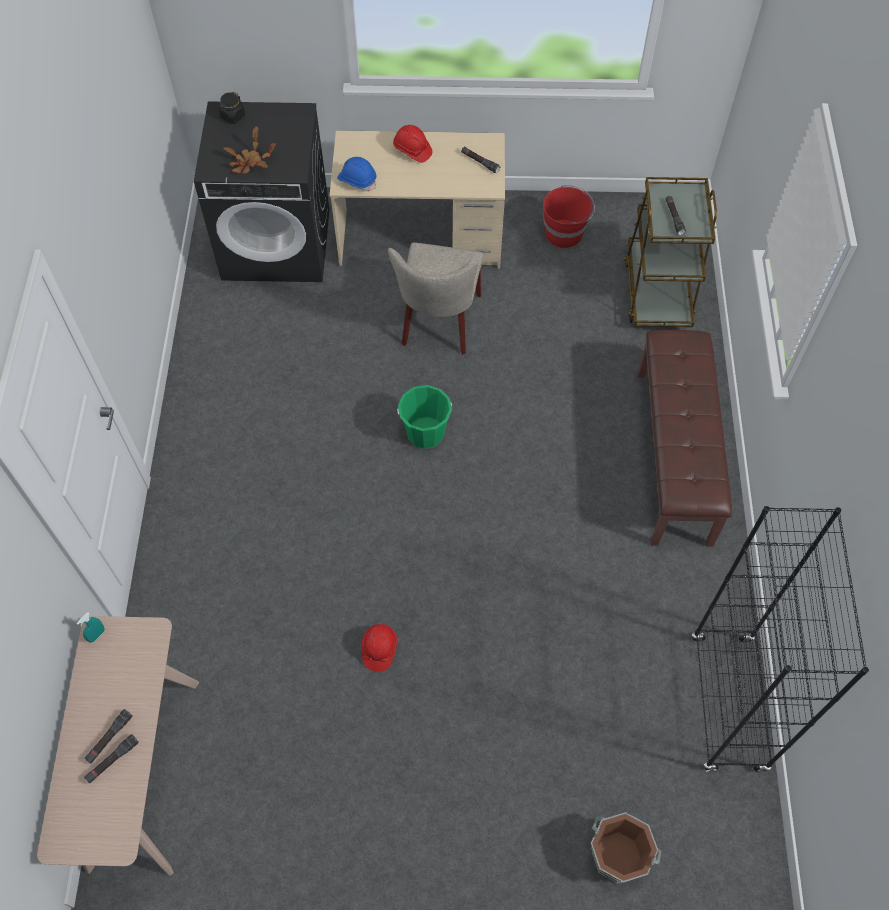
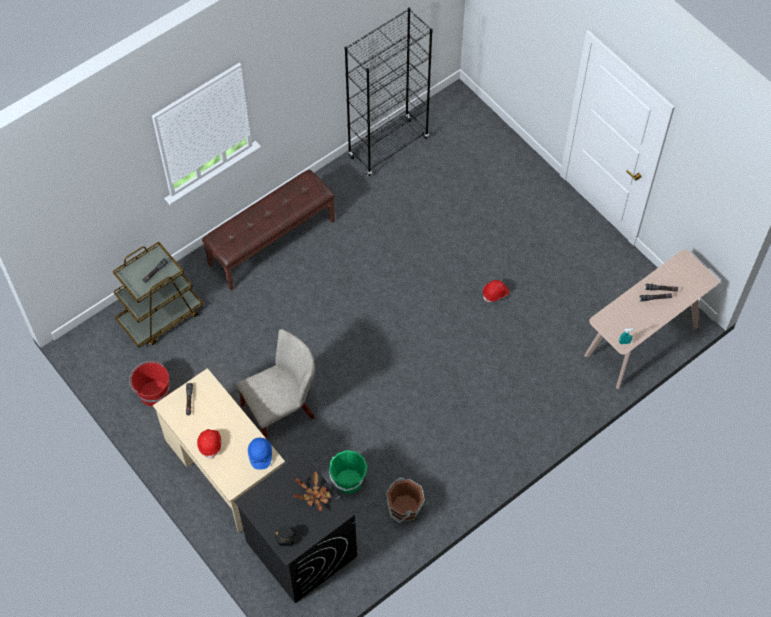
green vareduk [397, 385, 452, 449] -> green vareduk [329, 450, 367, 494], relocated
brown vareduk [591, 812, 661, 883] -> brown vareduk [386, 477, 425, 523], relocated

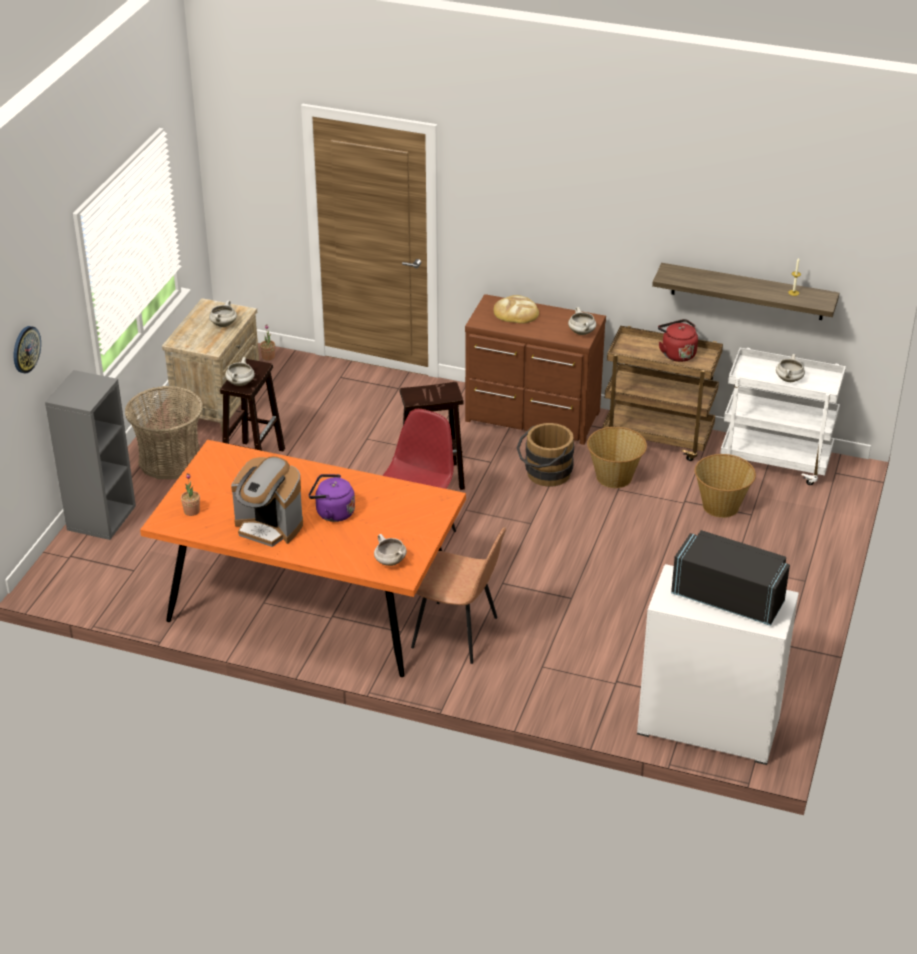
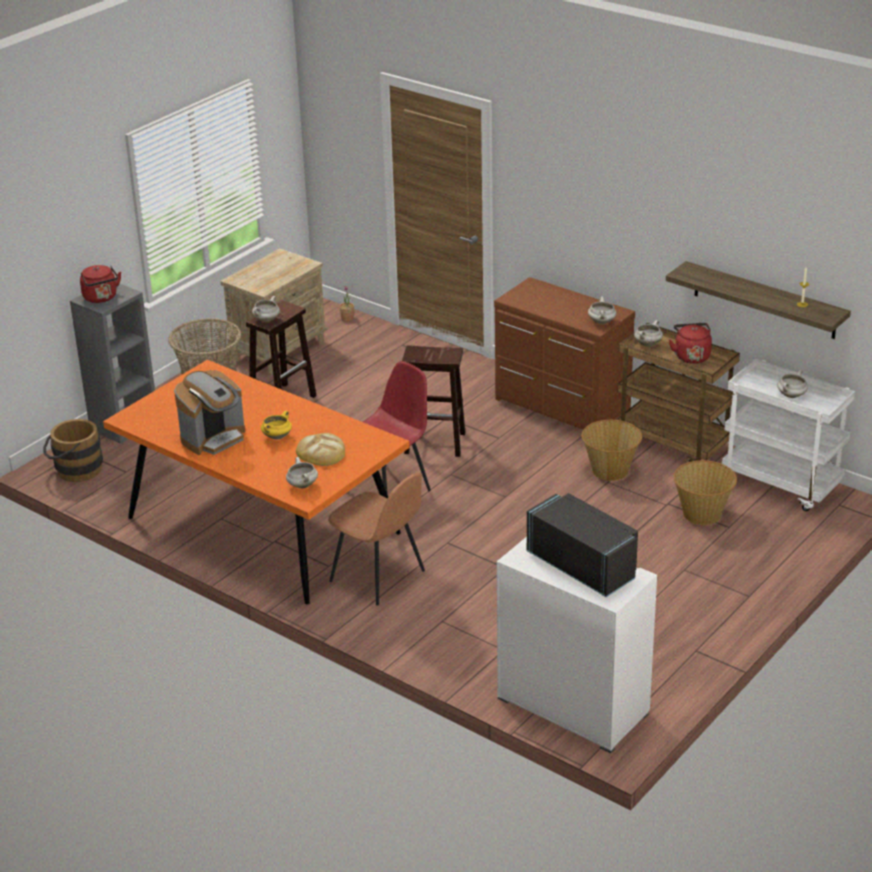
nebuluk [14, 326, 41, 373] -> none
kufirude [181, 474, 200, 516] -> none
none -> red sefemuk [80, 265, 121, 303]
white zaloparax [209, 300, 237, 327] -> white zaloparax [634, 320, 663, 346], relocated
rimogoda [494, 295, 539, 324] -> rimogoda [296, 433, 345, 466], relocated
brown vareduk [517, 423, 574, 487] -> brown vareduk [43, 419, 103, 482], relocated
purple sefemuk [309, 474, 355, 522] -> yellow zaloparax [261, 410, 292, 440]
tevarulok [231, 456, 303, 547] -> tevarulok [174, 370, 245, 455], 90 degrees counterclockwise

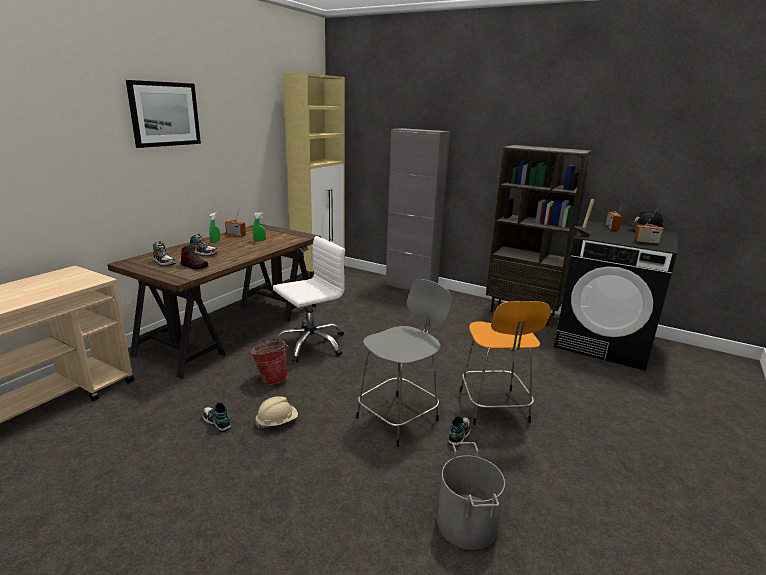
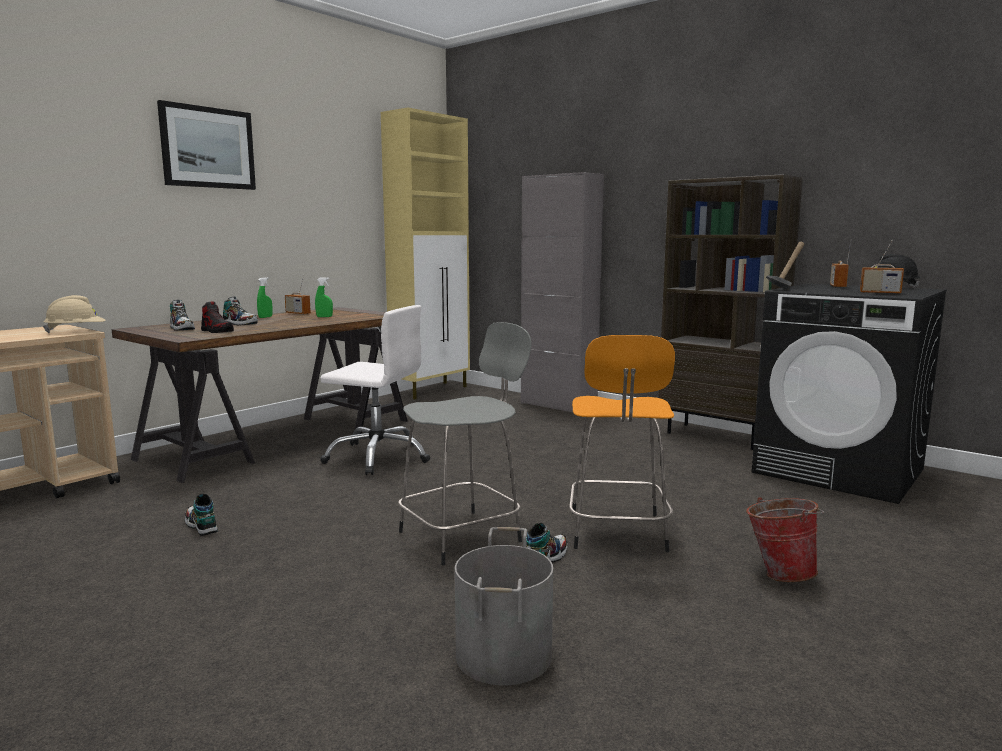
vareduk [250, 340, 289, 385] -> vareduk [746, 497, 824, 582], relocated
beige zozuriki [256, 396, 298, 428] -> beige zozuriki [43, 295, 106, 333], relocated
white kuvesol [273, 236, 345, 362] -> white kuvesol [320, 305, 430, 475], 45 degrees clockwise

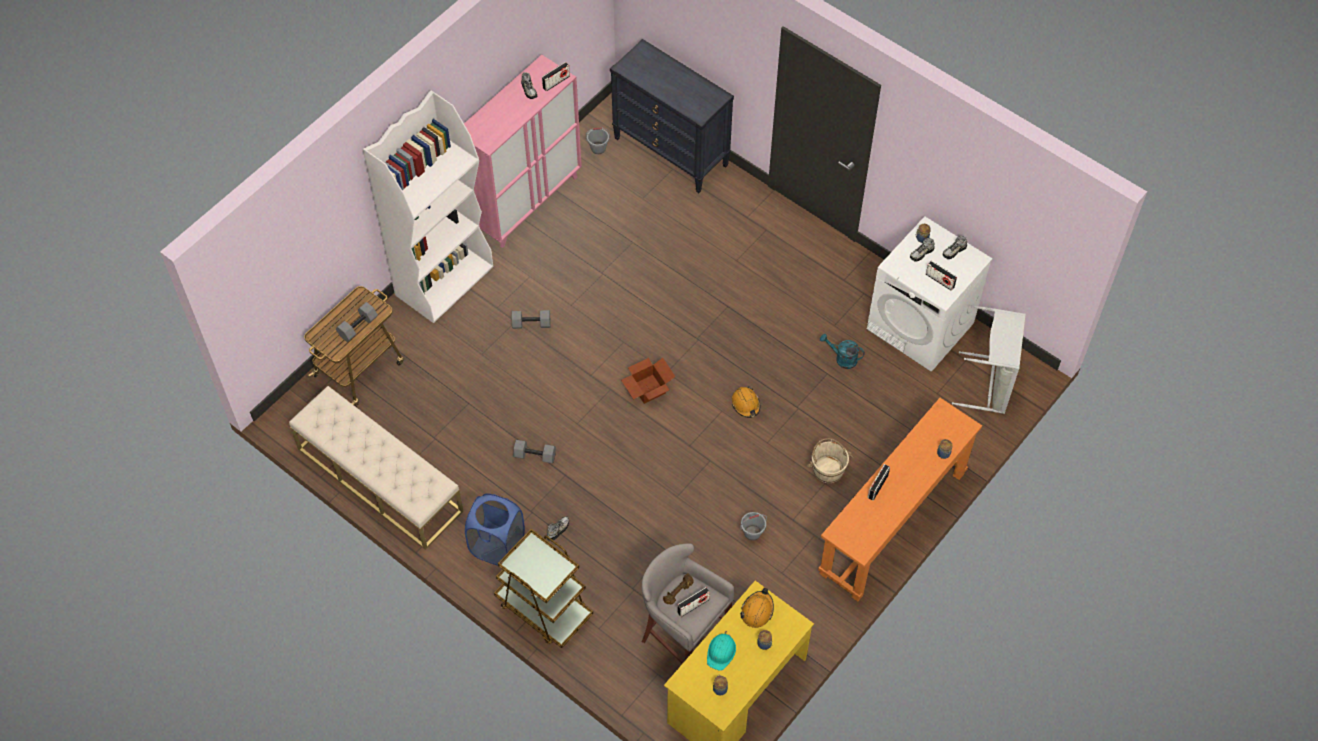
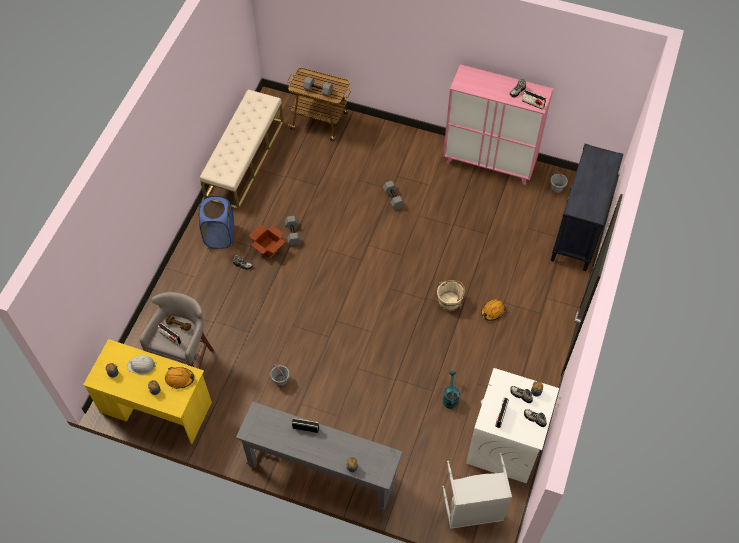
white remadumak [363, 90, 494, 323] -> none
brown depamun [494, 529, 593, 648] -> none
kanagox [621, 358, 676, 404] -> kanagox [249, 225, 286, 258], relocated
orange zozuriki [732, 386, 760, 418] -> orange zozuriki [481, 299, 506, 321], relocated
beige vareduk [807, 438, 853, 483] -> beige vareduk [437, 280, 465, 311], relocated
turquoise zozuriki [707, 631, 736, 671] -> white zozuriki [127, 355, 157, 374]
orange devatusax [818, 398, 982, 601] -> grey devatusax [236, 401, 403, 512]

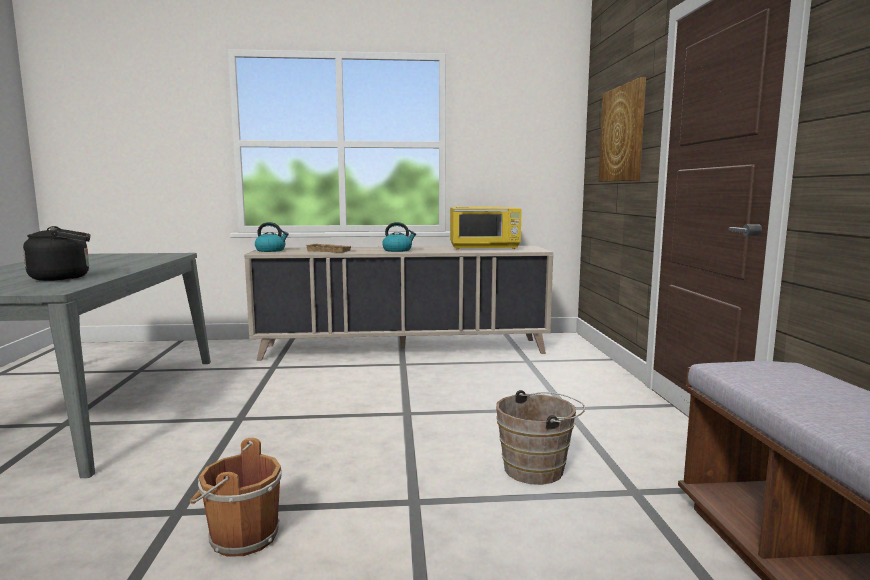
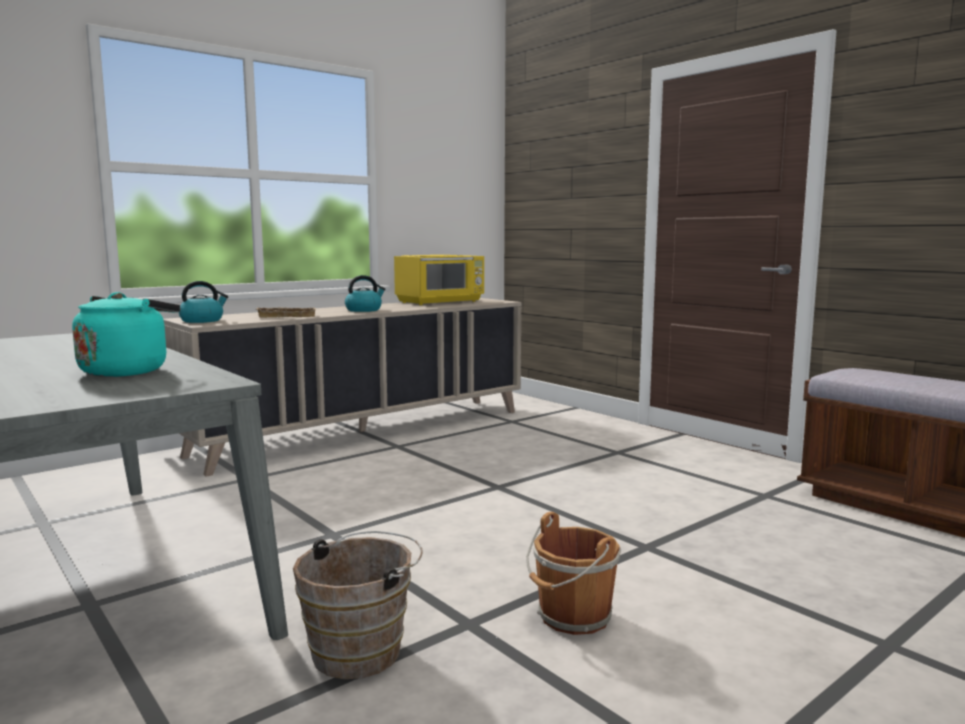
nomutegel [599, 77, 646, 182] -> none
brown vareduk [496, 390, 585, 485] -> brown vareduk [293, 531, 423, 679], relocated
black sefemuk [23, 226, 91, 281] -> turquoise sefemuk [72, 292, 180, 377]

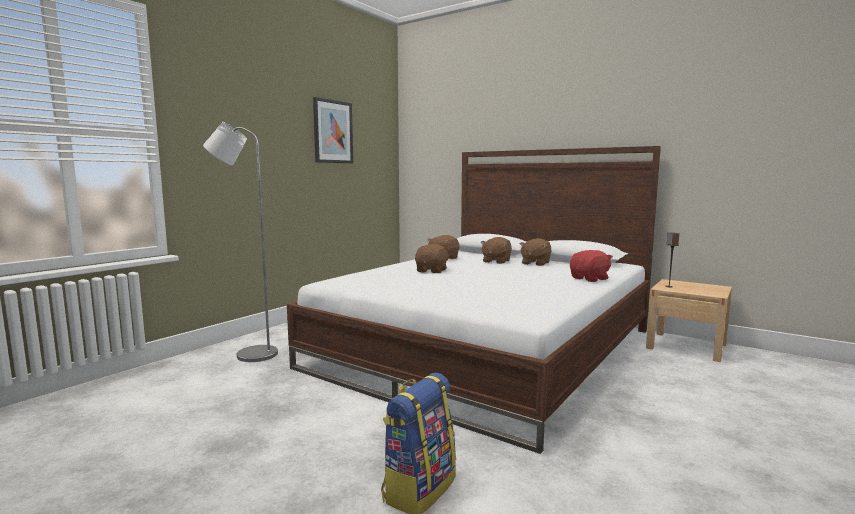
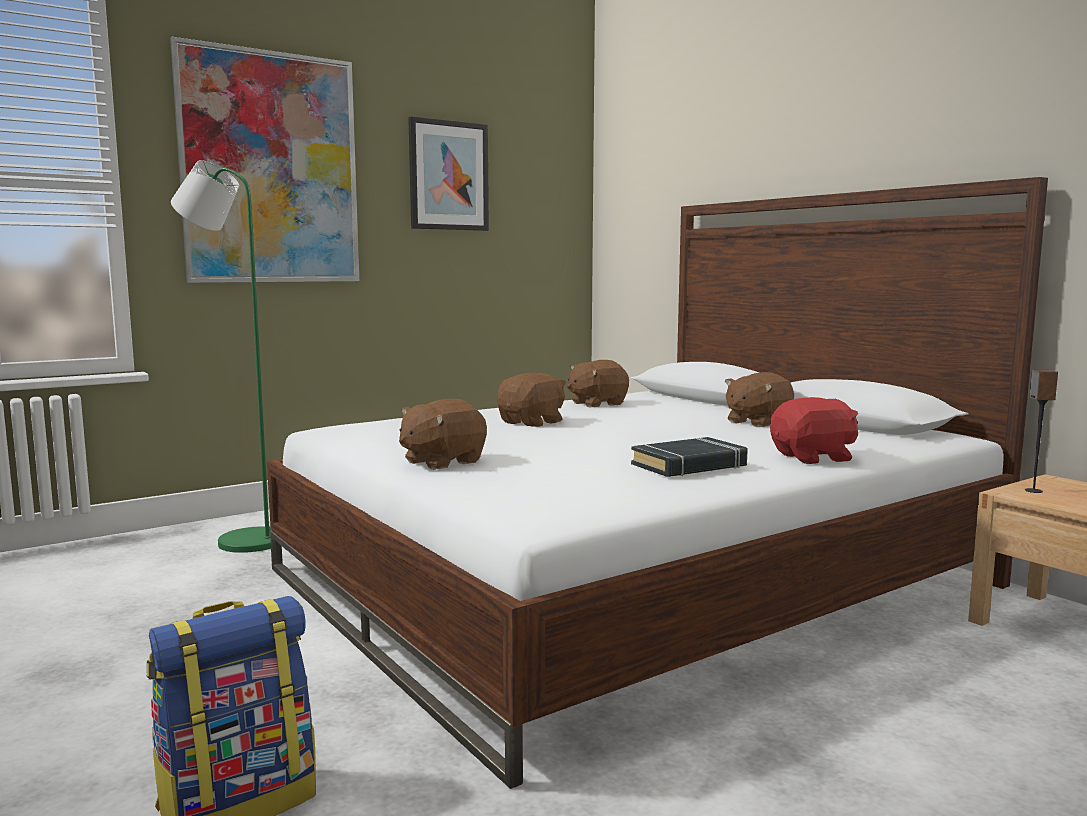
none -> nomutegel [170, 37, 359, 283]
none -> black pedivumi [631, 437, 748, 477]
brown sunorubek [481, 237, 512, 264] -> brown sunorubek [399, 399, 487, 470], relocated
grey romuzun [203, 122, 278, 362] -> green romuzun [171, 160, 271, 553]

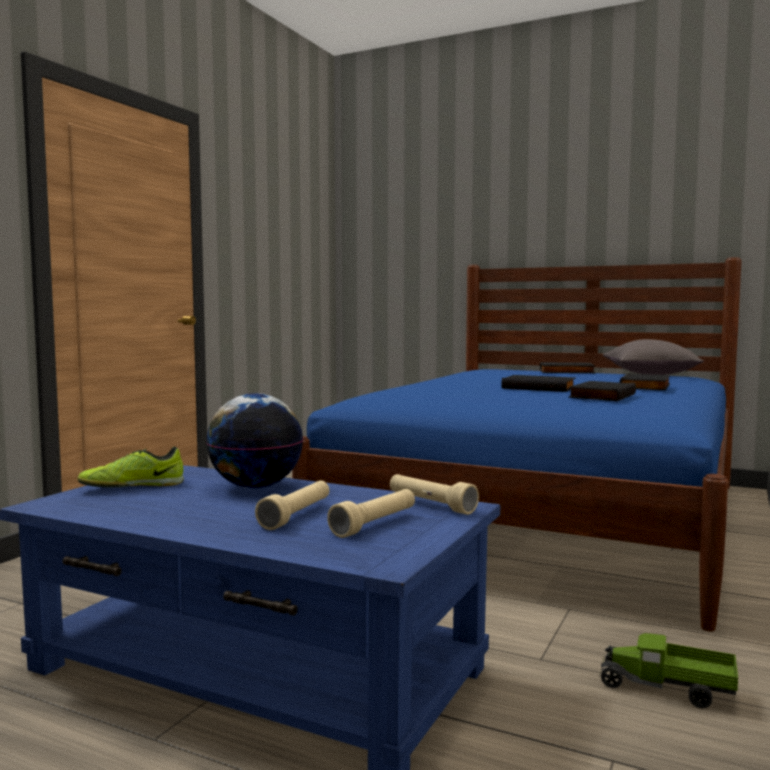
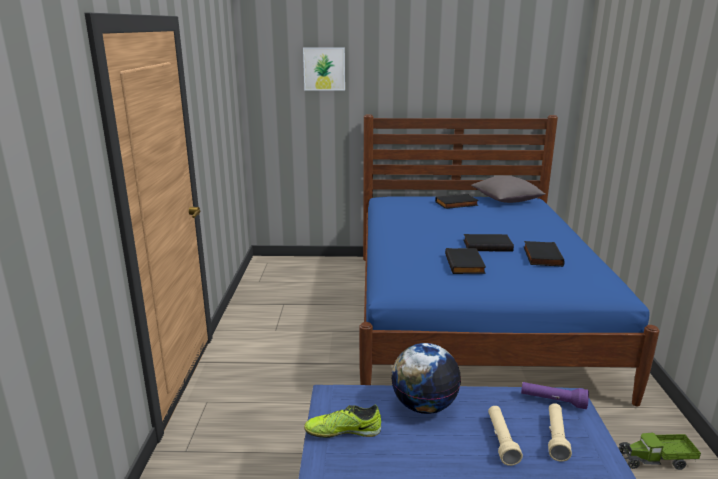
none -> nomutegel [303, 47, 345, 91]
black pedivumi [619, 373, 670, 390] -> black pedivumi [445, 248, 486, 274], relocated
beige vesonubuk [390, 474, 479, 515] -> purple vesonubuk [521, 382, 589, 409]
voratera [77, 447, 184, 487] -> voratera [304, 405, 381, 438], 45 degrees clockwise

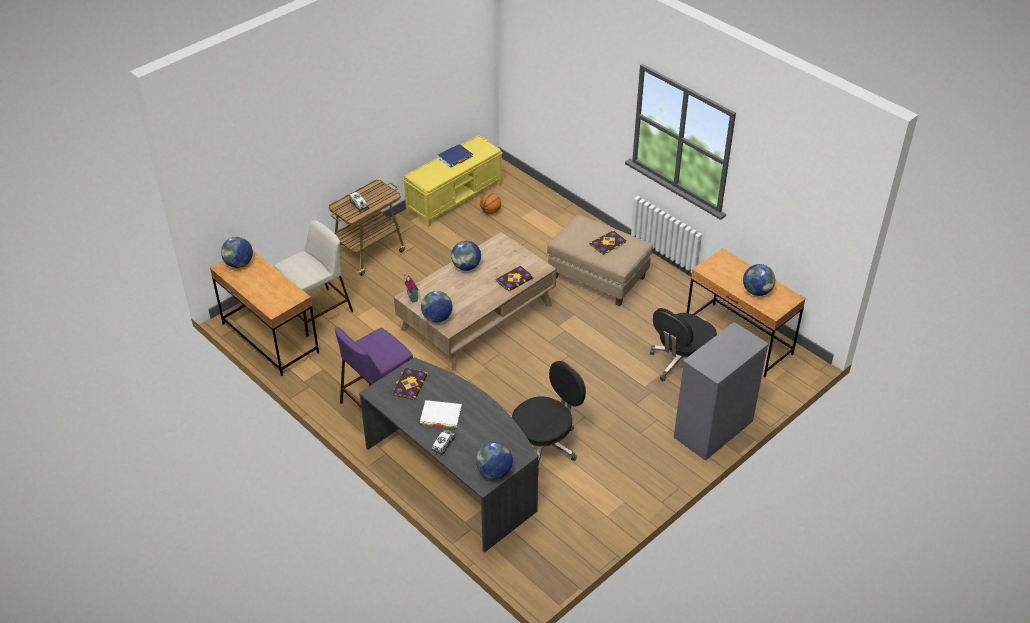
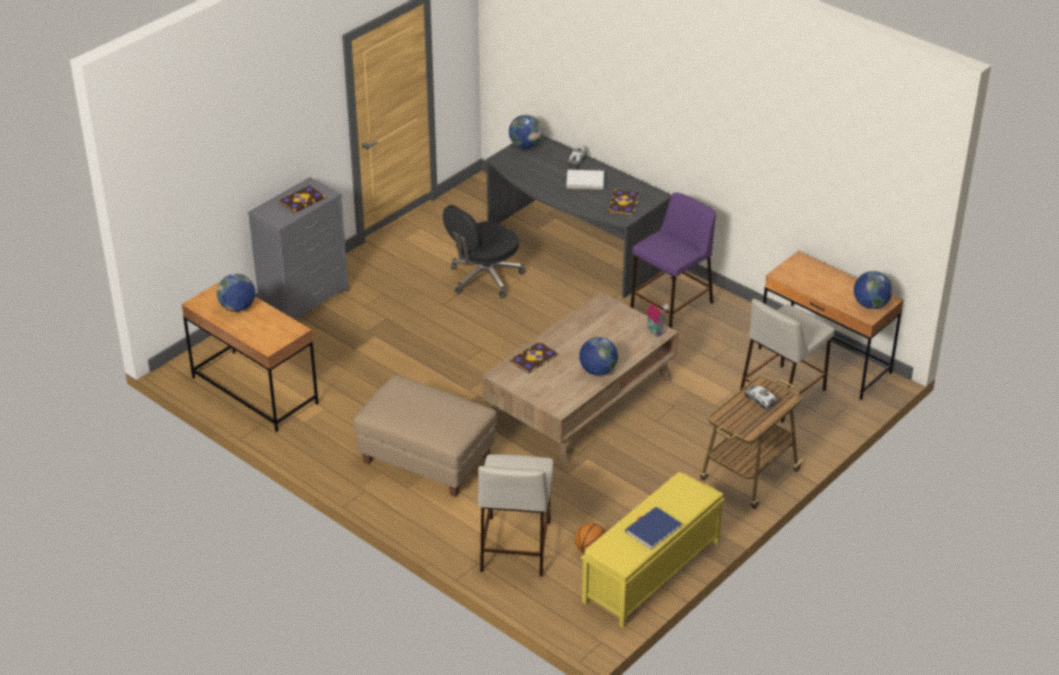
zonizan [421, 291, 452, 322] -> none
black kuvesol [650, 308, 717, 381] -> none
none -> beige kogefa [478, 454, 553, 577]
pedivumi [589, 230, 626, 255] -> pedivumi [279, 186, 325, 213], relocated

